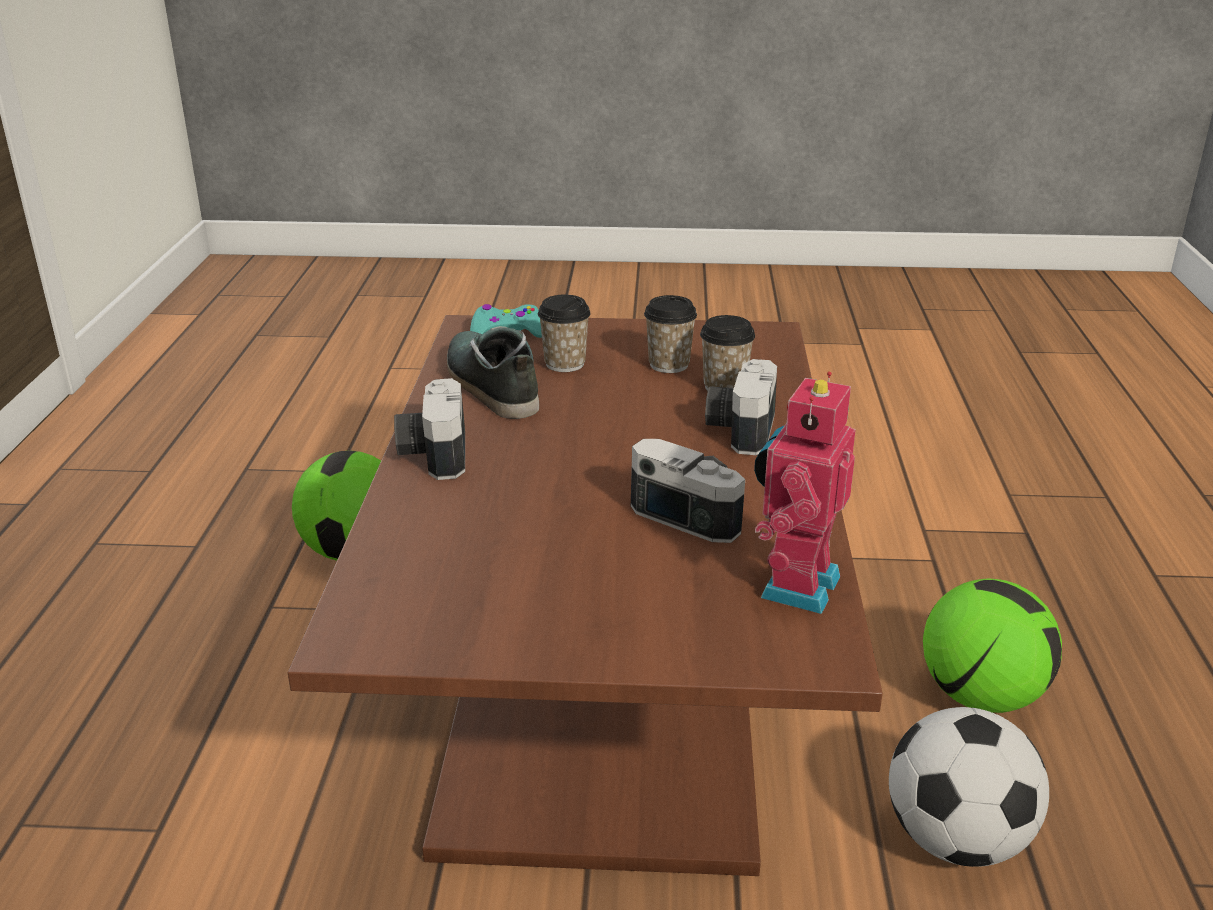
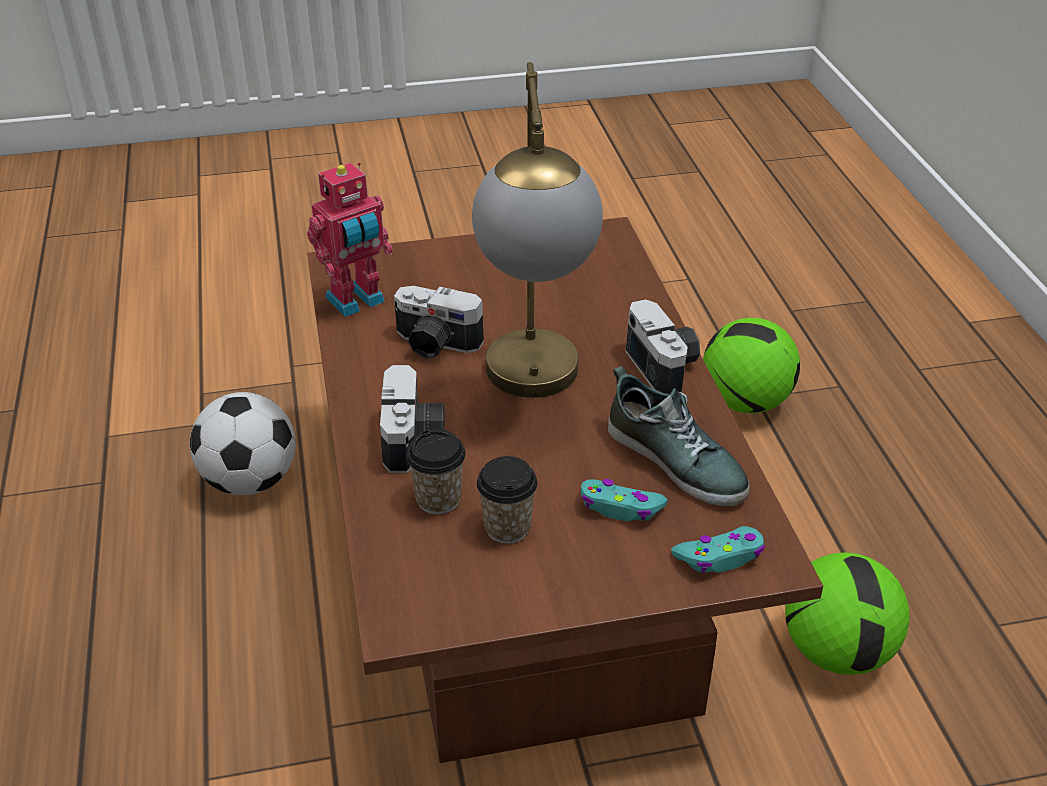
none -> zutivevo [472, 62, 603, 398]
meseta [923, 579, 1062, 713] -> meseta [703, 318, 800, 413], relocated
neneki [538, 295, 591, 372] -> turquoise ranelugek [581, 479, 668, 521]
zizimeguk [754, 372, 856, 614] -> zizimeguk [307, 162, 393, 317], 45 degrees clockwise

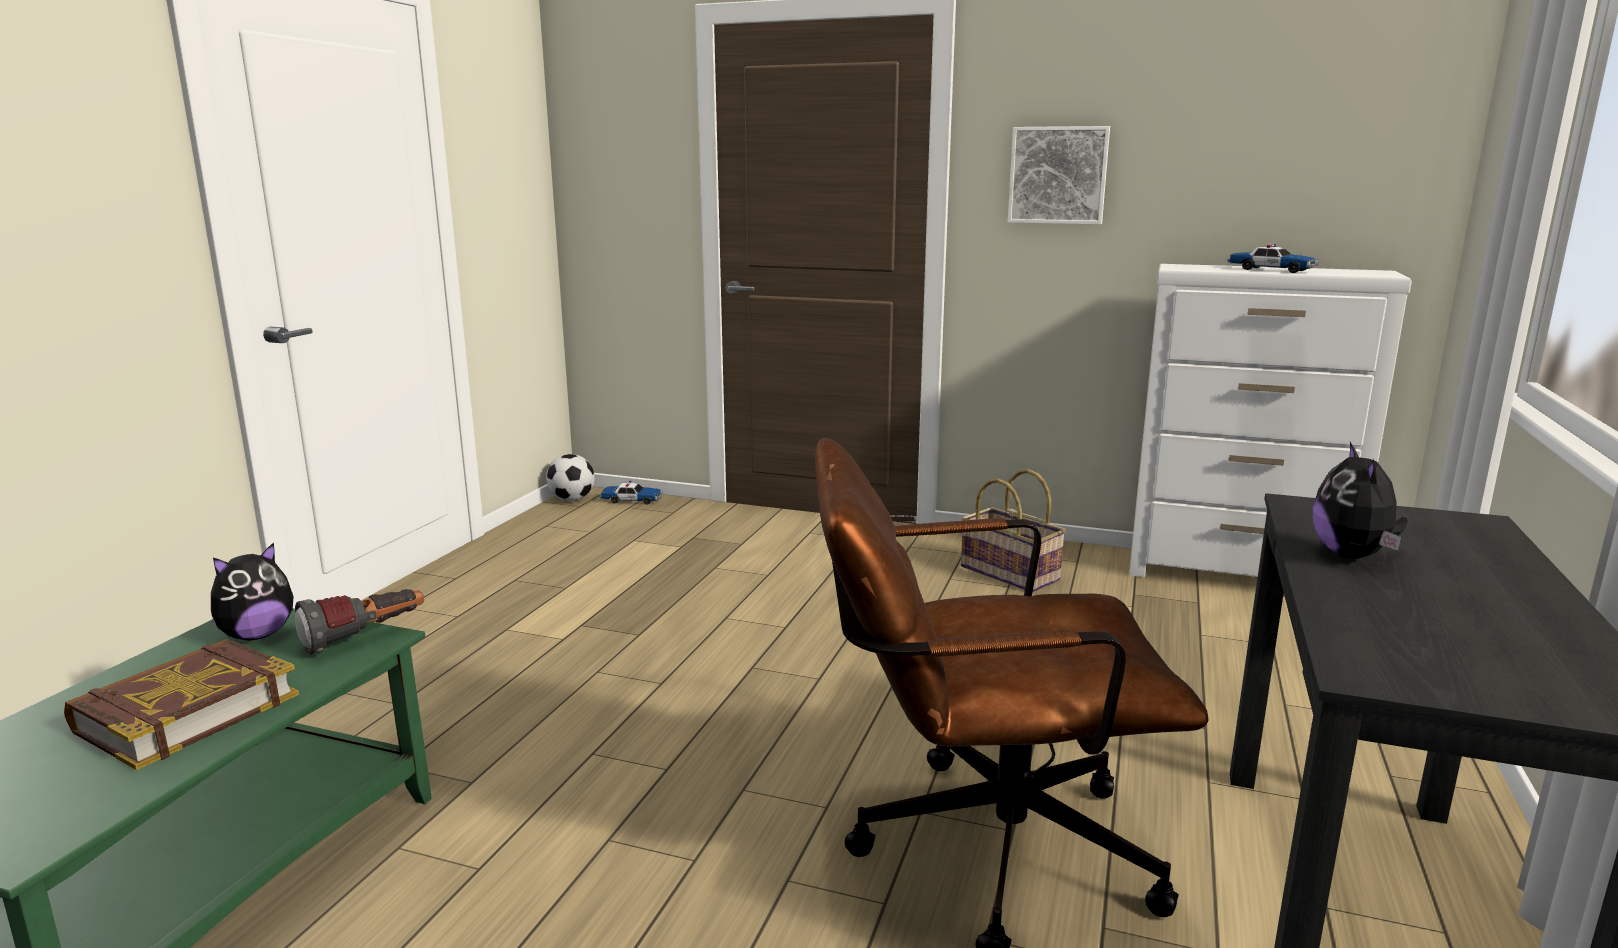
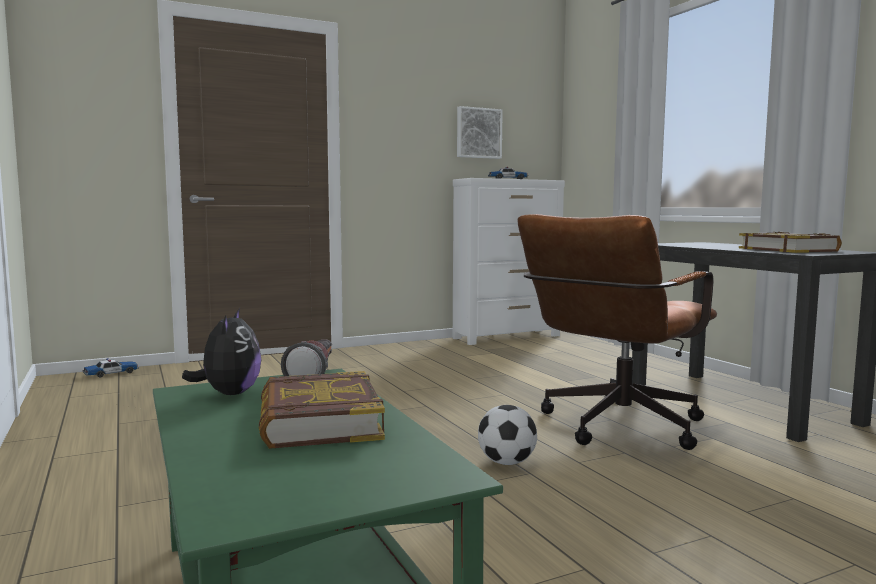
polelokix [961, 469, 1066, 592] -> none
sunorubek [1312, 442, 1408, 559] -> none
none -> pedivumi [739, 232, 842, 253]
meseta [546, 454, 595, 501] -> meseta [478, 405, 537, 465], relocated
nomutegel [1008, 126, 1110, 224] -> nomutegel [457, 106, 503, 159], relocated

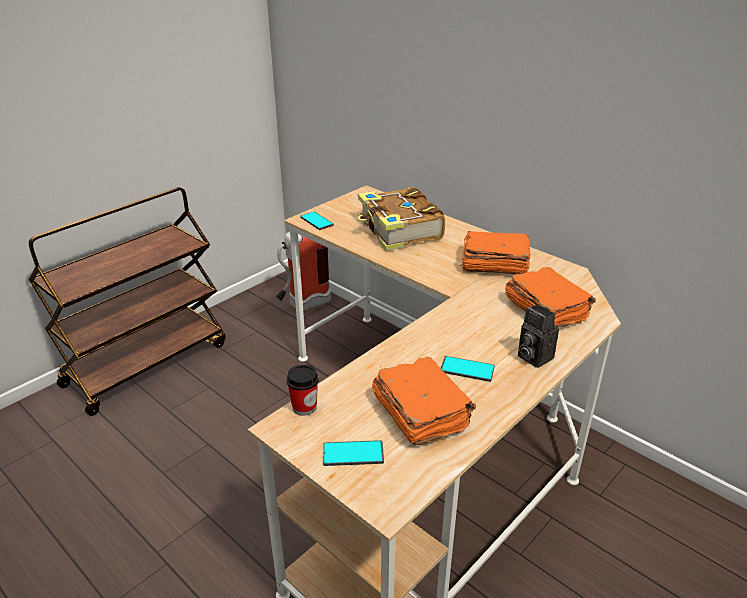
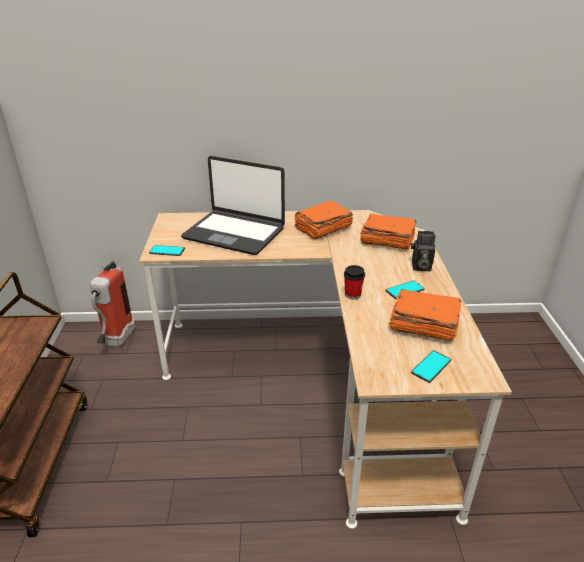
neneki [286, 364, 319, 416] -> neneki [344, 265, 365, 299], relocated
pedivumi [357, 187, 445, 251] -> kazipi [181, 156, 285, 255]

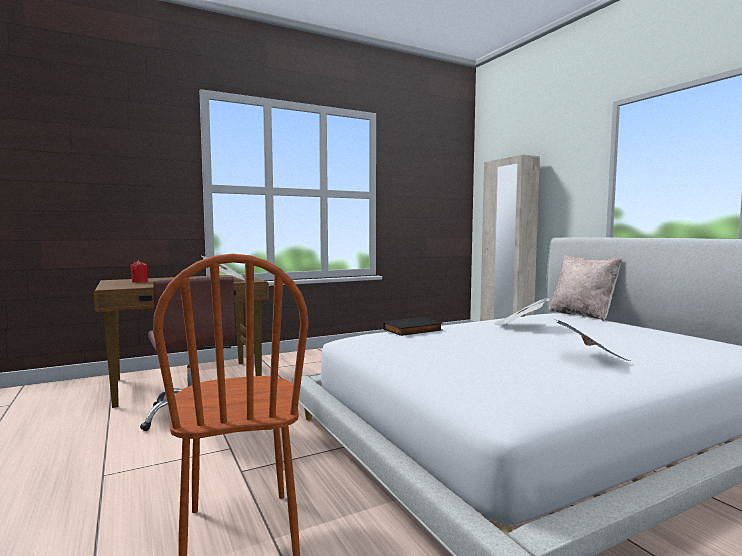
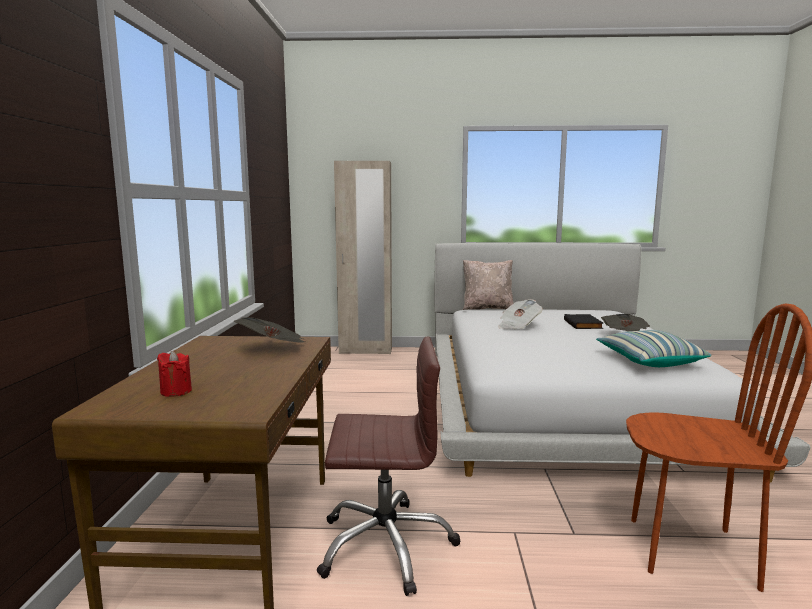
none -> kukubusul [596, 330, 711, 367]
black pedivumi [383, 317, 443, 336] -> black pedivumi [564, 314, 603, 329], relocated

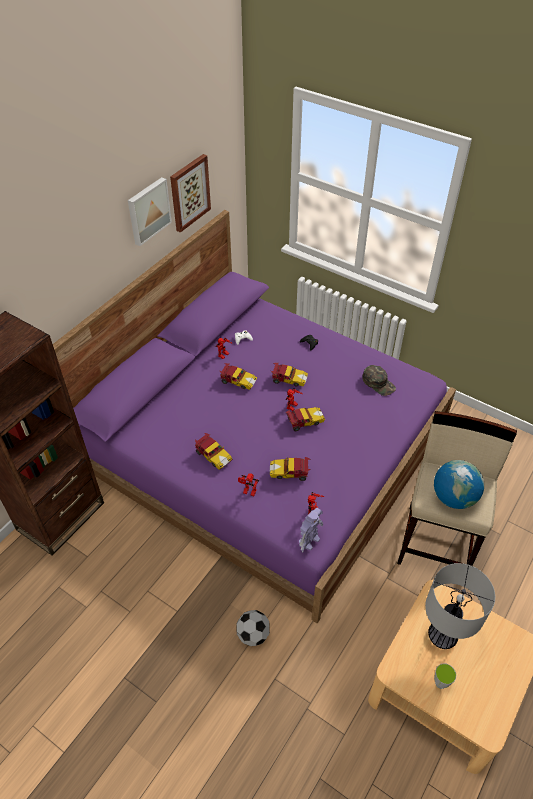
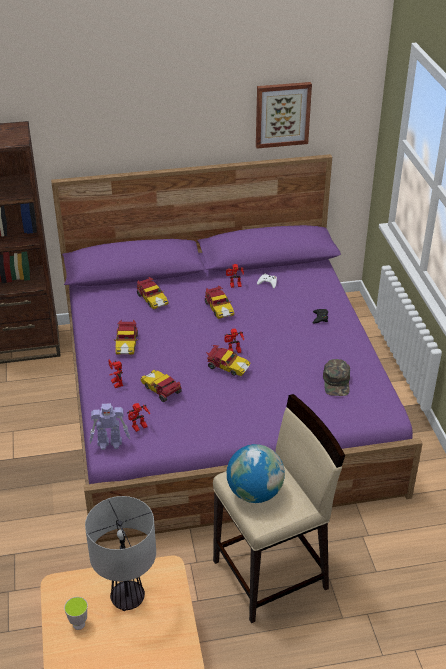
nomutegel [128, 177, 172, 246] -> none
meseta [237, 610, 270, 646] -> none
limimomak [271, 363, 308, 387] -> limimomak [137, 277, 169, 309], relocated

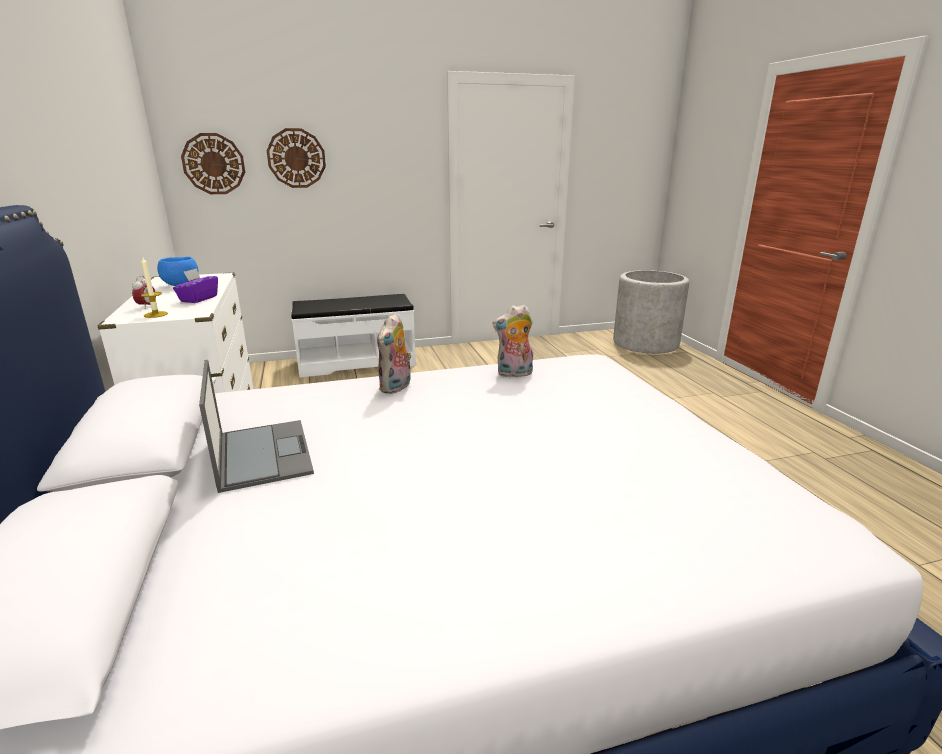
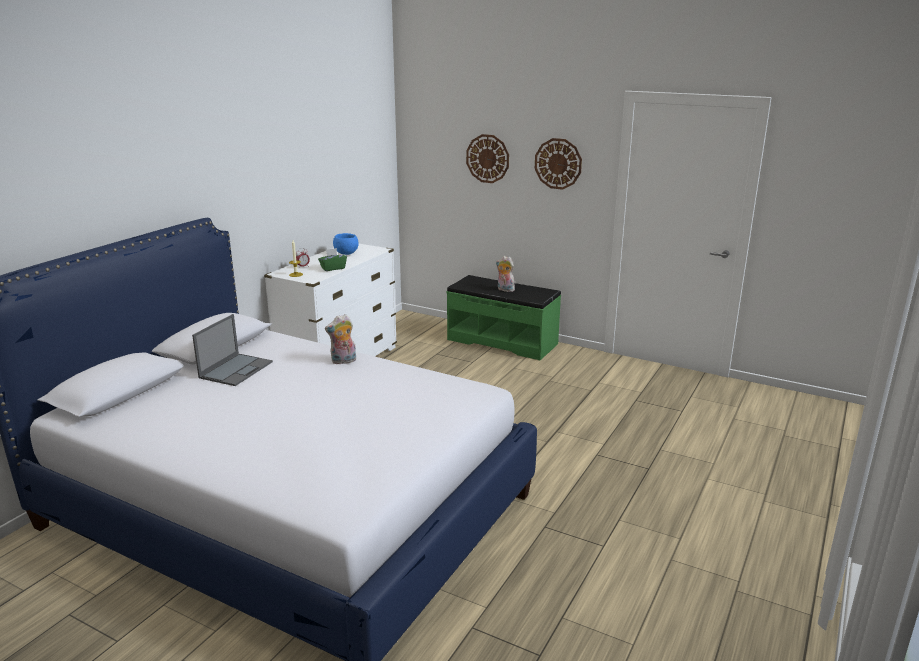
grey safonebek [613, 270, 689, 354] -> none
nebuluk [181, 133, 245, 194] -> nebuluk [535, 138, 582, 190], relocated
sunorubek [492, 304, 533, 377] -> sunorubek [496, 256, 515, 292], relocated
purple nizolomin [173, 268, 218, 303] -> green nizolomin [318, 248, 347, 271]
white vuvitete [291, 294, 416, 378] -> green vuvitete [446, 275, 561, 360]

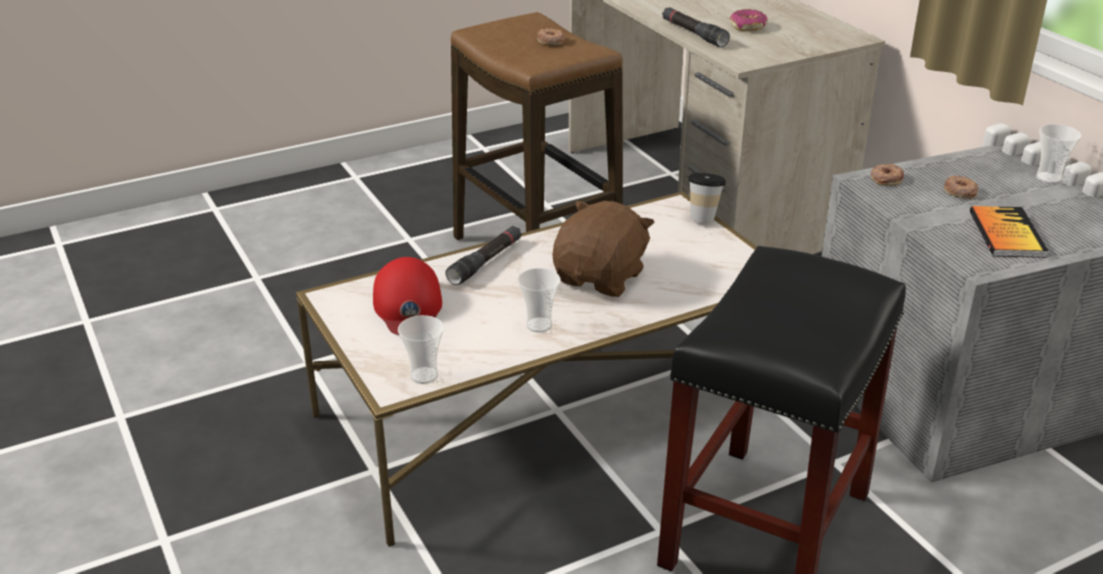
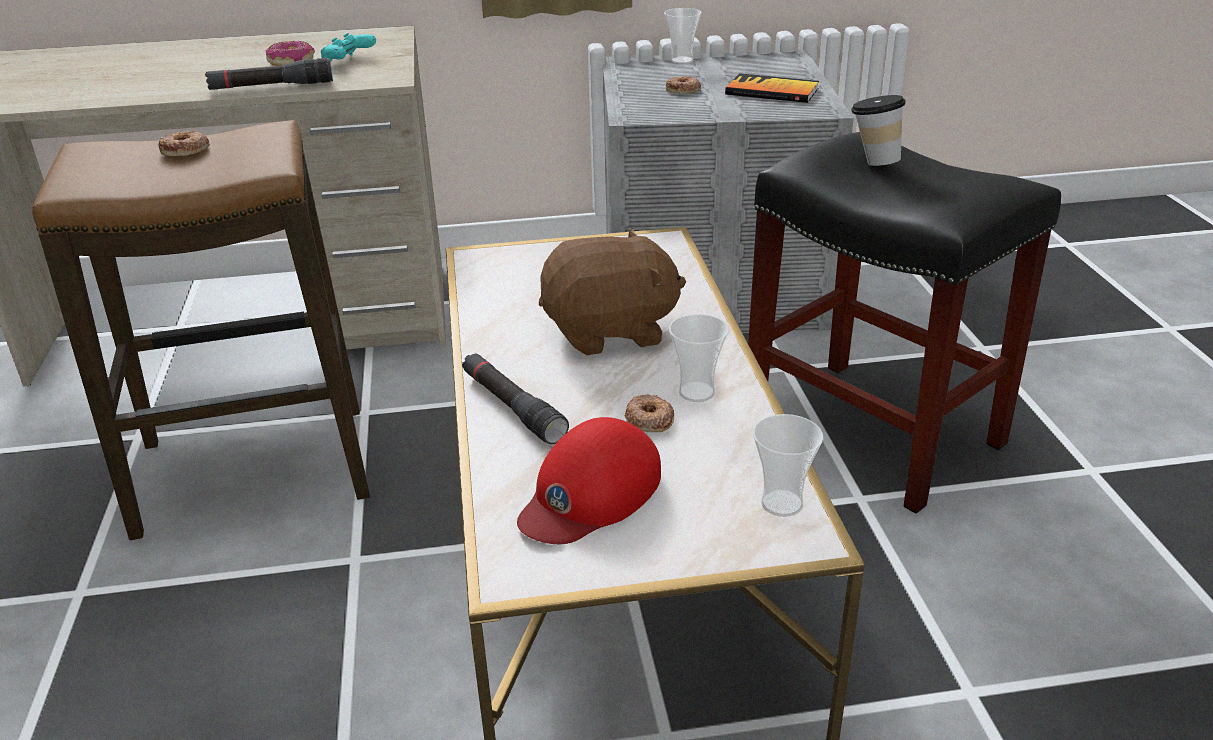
none -> turquoise ranelugek [321, 33, 376, 63]
neneki [688, 173, 726, 223] -> neneki [851, 95, 906, 166], relocated
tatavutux [871, 164, 904, 186] -> tatavutux [624, 394, 674, 432], relocated
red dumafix [373, 257, 442, 335] -> red dumafix [517, 417, 661, 544], 120 degrees clockwise
brown sunorubek [552, 201, 655, 297] -> brown sunorubek [539, 228, 686, 355], 120 degrees clockwise

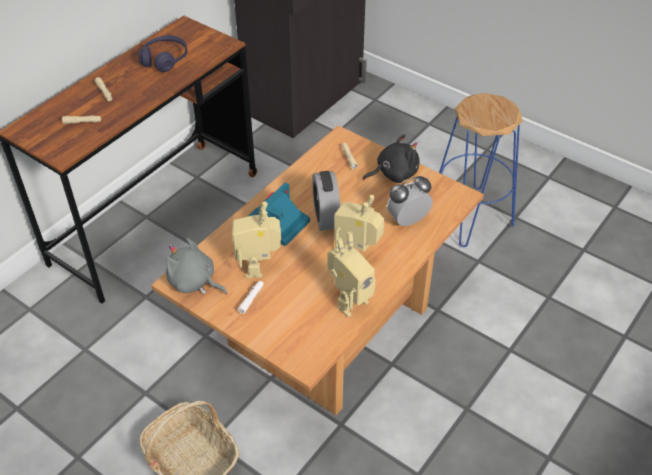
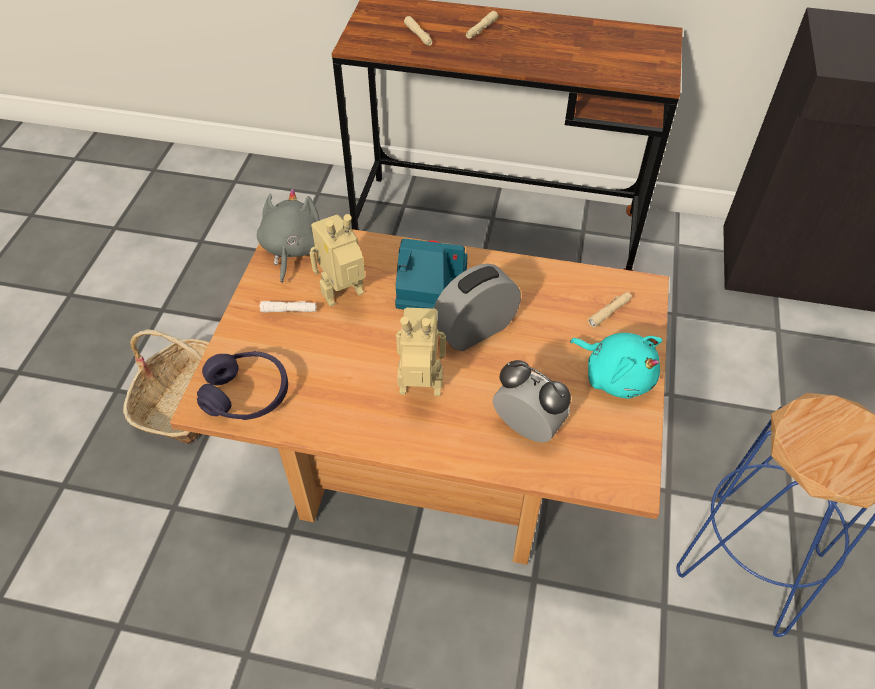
zizimeguk [328, 232, 376, 317] -> none
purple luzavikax [139, 35, 187, 72] -> purple luzavikax [197, 351, 288, 420], relocated
black sunorubek [363, 134, 420, 183] -> turquoise sunorubek [570, 333, 662, 399]

